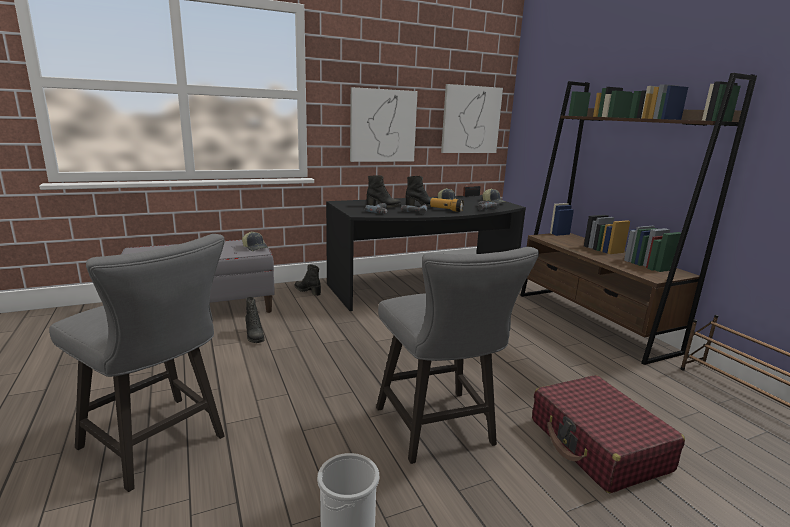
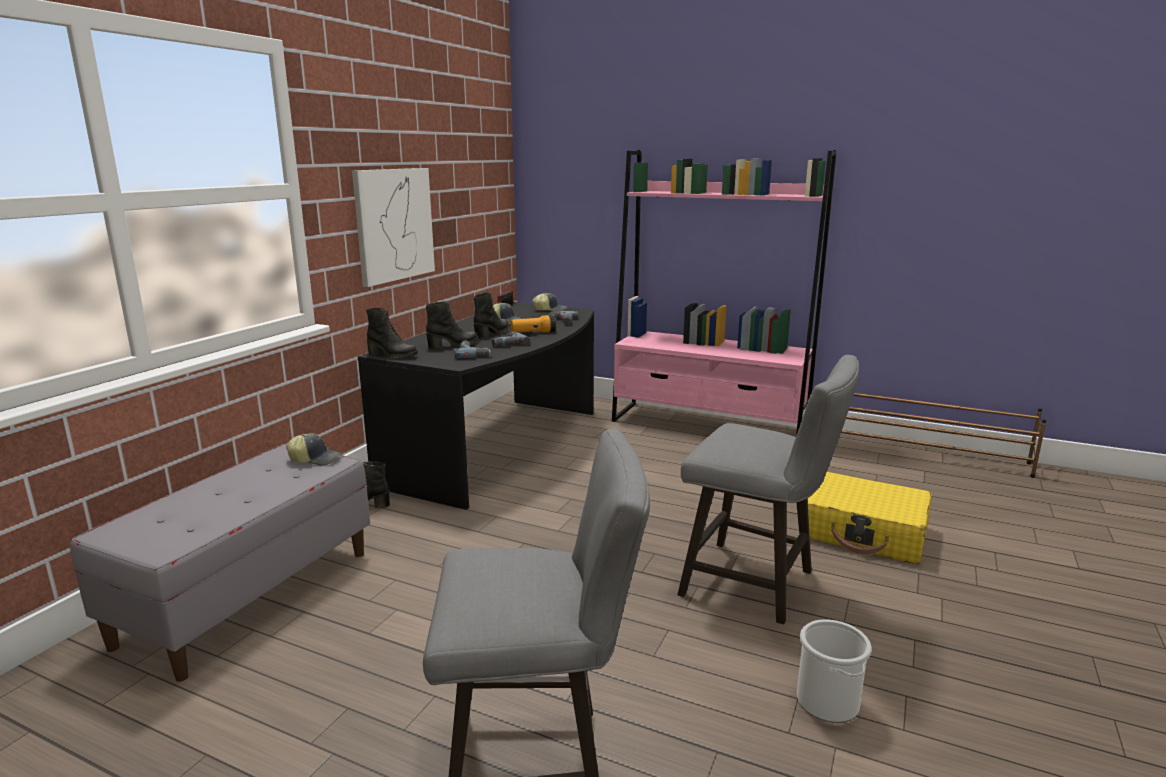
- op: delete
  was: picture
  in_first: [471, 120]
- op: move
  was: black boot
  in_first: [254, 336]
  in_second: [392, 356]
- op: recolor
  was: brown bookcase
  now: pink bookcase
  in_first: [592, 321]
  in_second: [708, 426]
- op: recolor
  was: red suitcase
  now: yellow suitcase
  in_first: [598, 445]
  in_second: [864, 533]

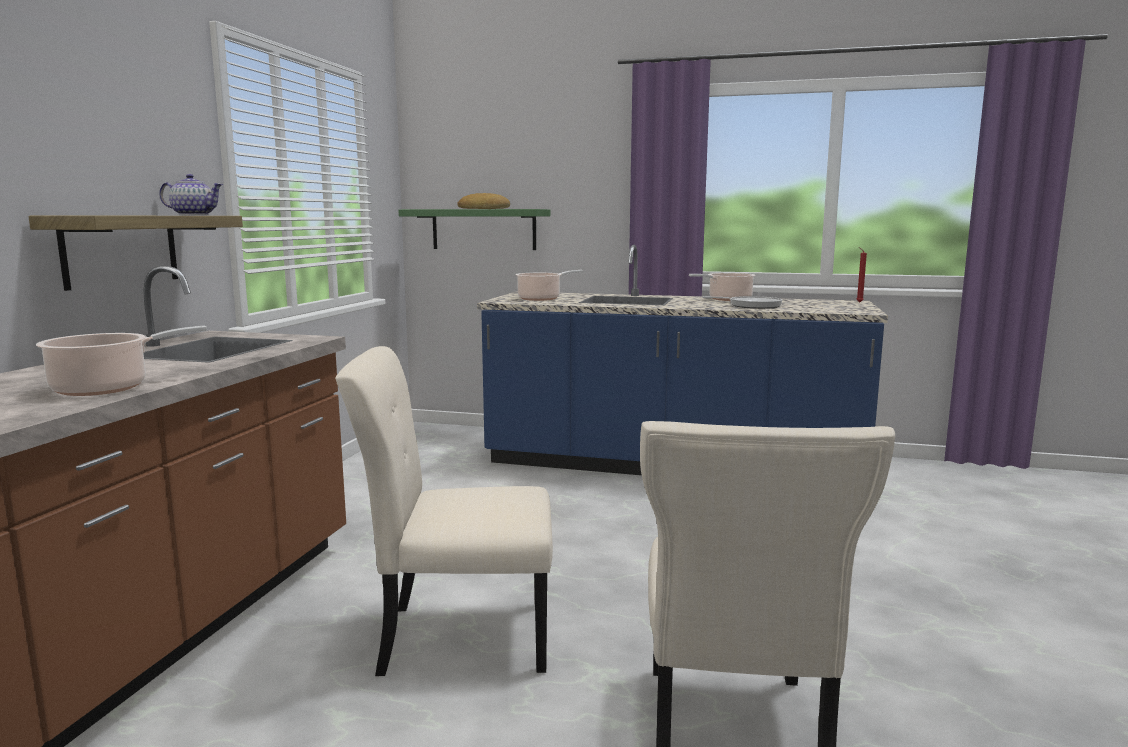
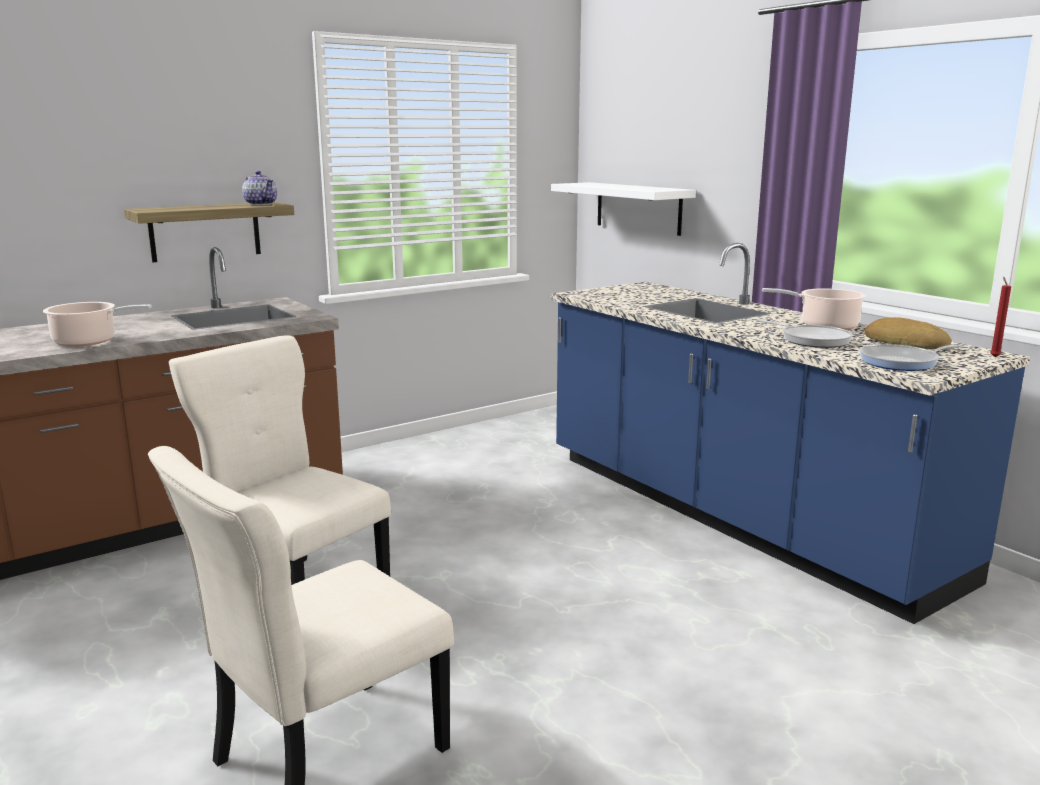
- op: delete
  was: cooking pot
  in_first: [541, 299]
- op: insert
  now: frying pan
  in_second: [902, 362]
- op: move
  was: bread
  in_first: [483, 209]
  in_second: [906, 343]
- op: recolor
  was: green shelf
  now: white shelf
  in_first: [483, 229]
  in_second: [638, 208]

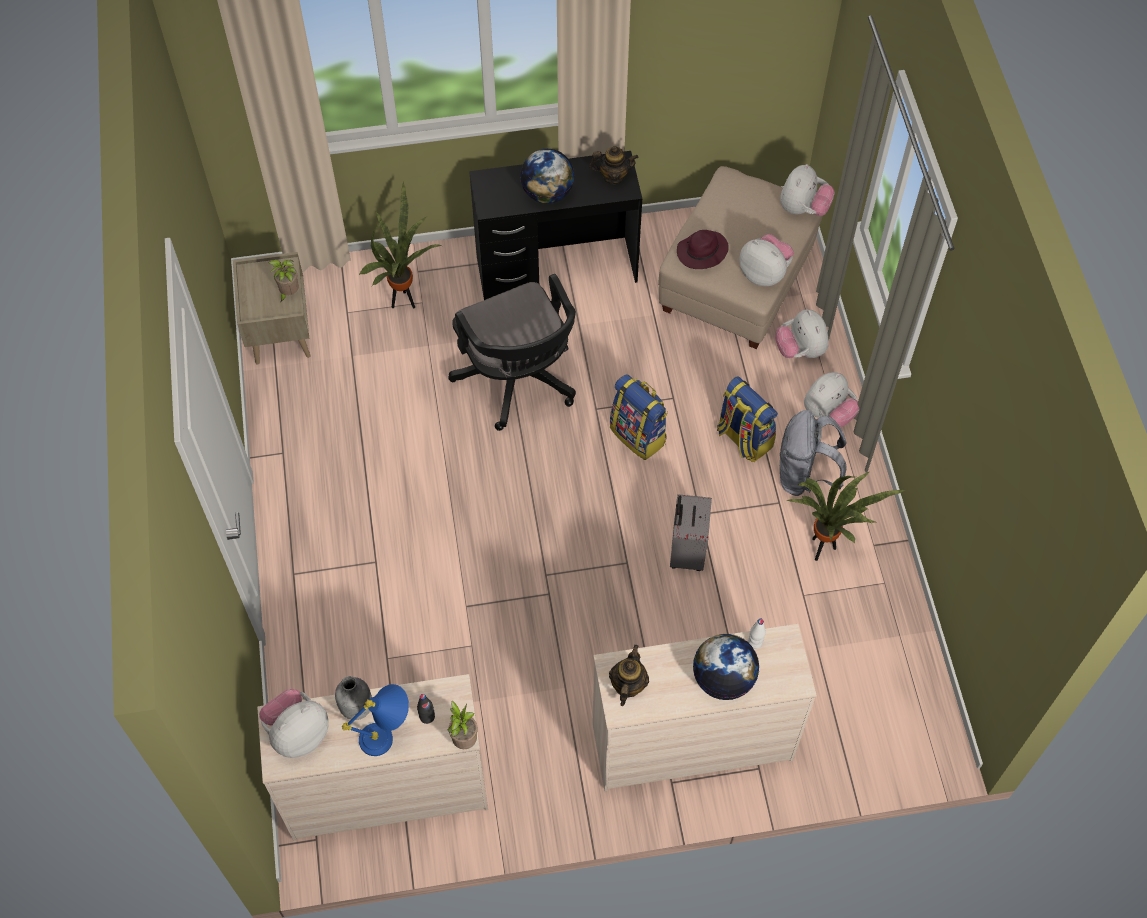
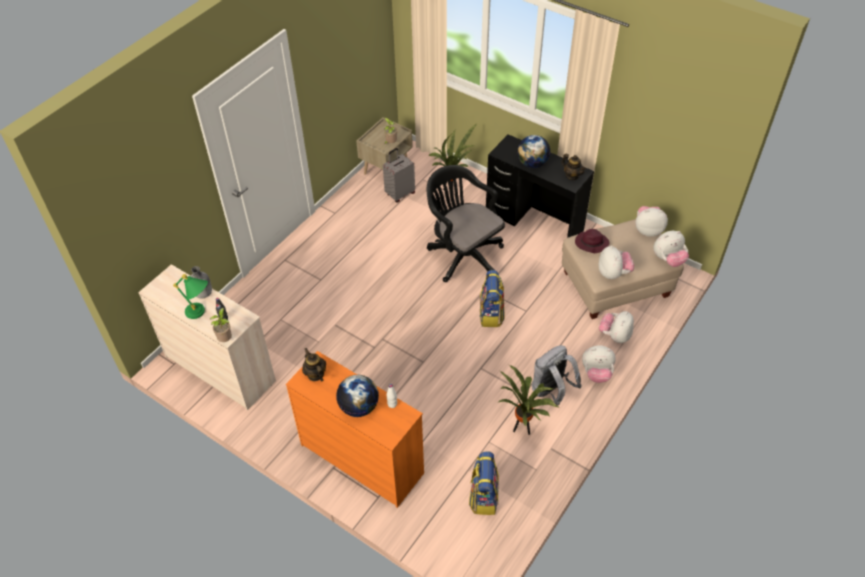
- op: move
  was: plush toy
  in_first: [298, 733]
  in_second: [648, 230]
- op: move
  was: grey suitcase
  in_first: [686, 551]
  in_second: [400, 193]
- op: move
  was: backpack
  in_first: [743, 438]
  in_second: [483, 496]
- op: recolor
  was: blue table lamp
  now: green table lamp
  in_first: [388, 736]
  in_second: [201, 313]
- op: recolor
  was: beige dresser
  now: orange dresser
  in_first: [691, 741]
  in_second: [362, 458]
- op: rotate
  was: black office chair
  in_first: [519, 382]
  in_second: [463, 255]
  clockwise: 120
- op: rotate
  was: teapot
  in_first: [627, 685]
  in_second: [315, 374]
  clockwise: -90

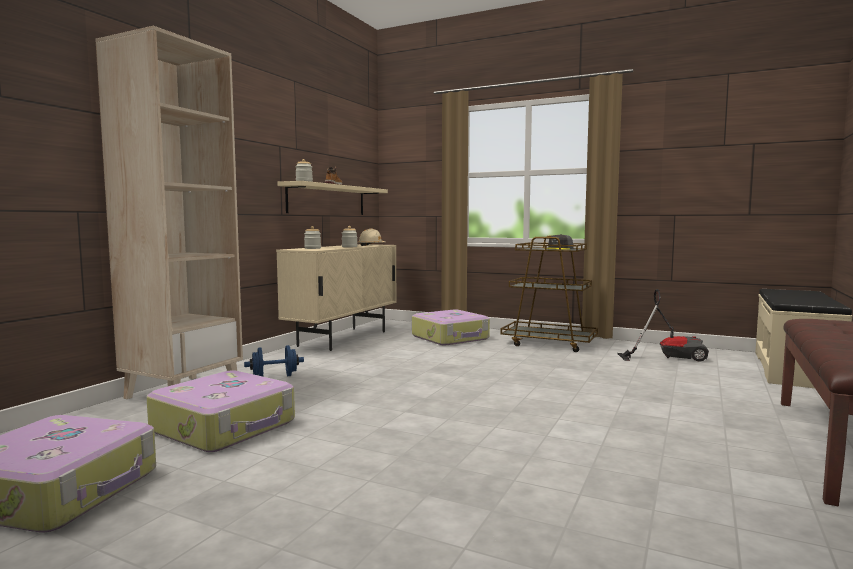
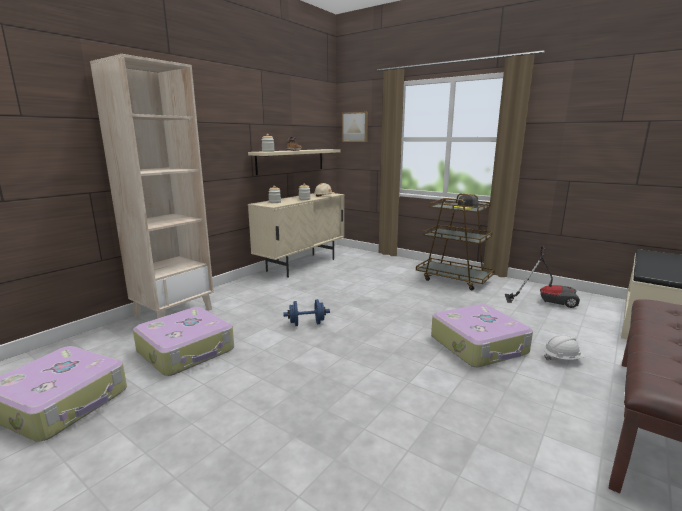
- op: insert
  now: picture
  in_second: [355, 127]
- op: insert
  now: white hard hat
  in_second: [562, 359]
- op: move
  was: blue dumbbell
  in_first: [274, 377]
  in_second: [307, 324]
- op: move
  was: suitcase
  in_first: [451, 337]
  in_second: [479, 345]

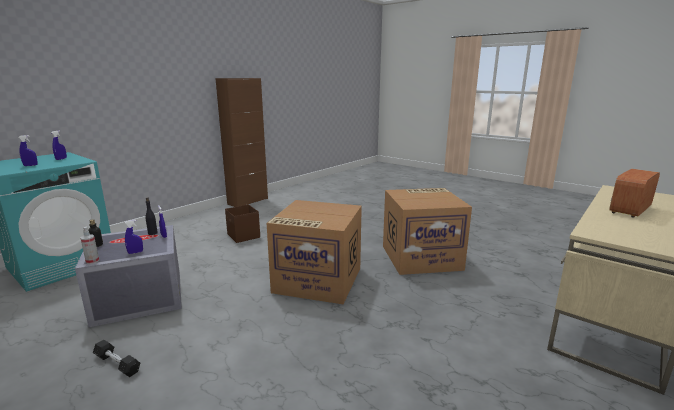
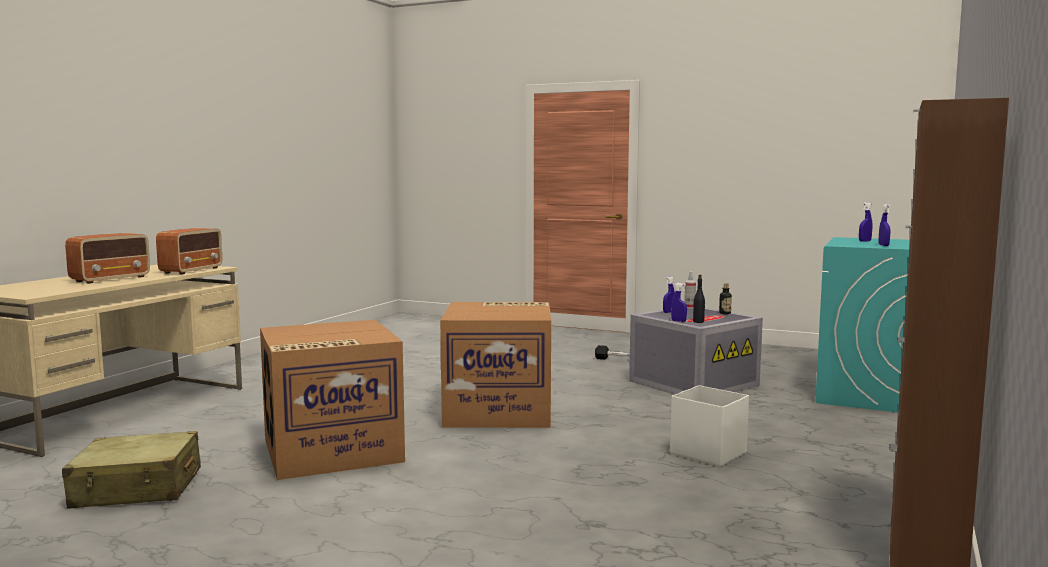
- op: insert
  now: beige suitcase
  in_second: [137, 489]
- op: insert
  now: radio
  in_second: [192, 270]
- op: recolor
  was: brown storage box
  now: white storage box
  in_first: [243, 236]
  in_second: [707, 453]

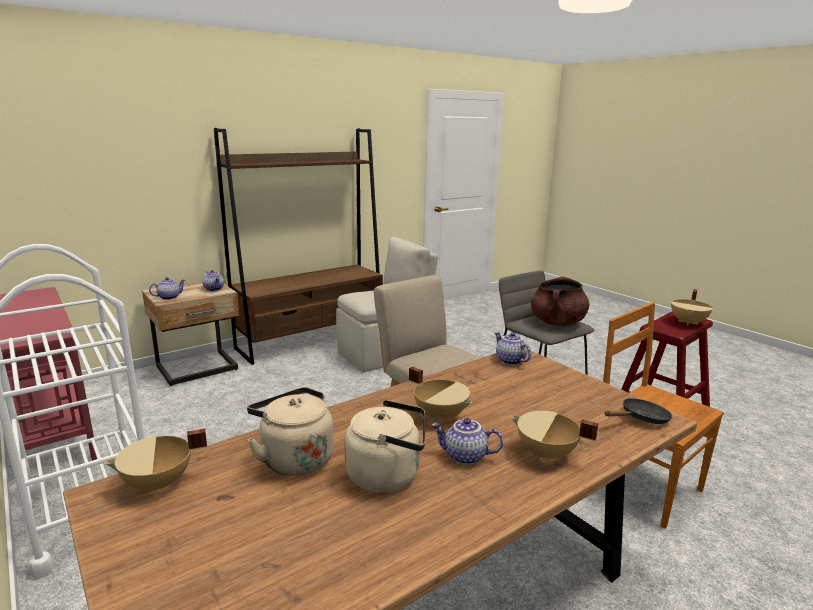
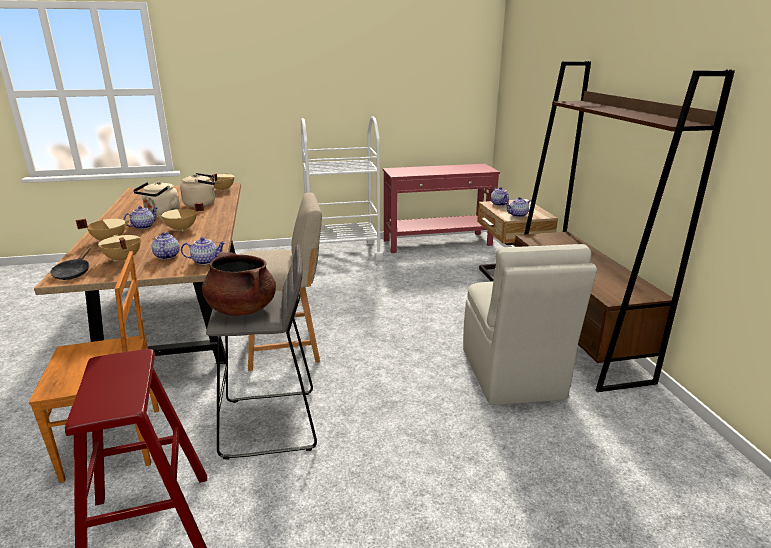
- op: insert
  now: teapot
  in_second: [166, 256]
- op: move
  was: beige cooking pot
  in_first: [689, 322]
  in_second: [122, 259]

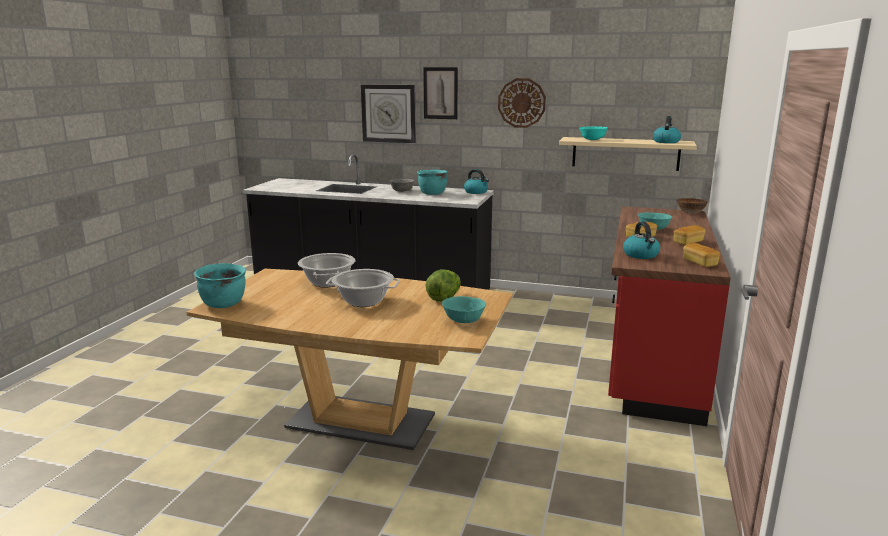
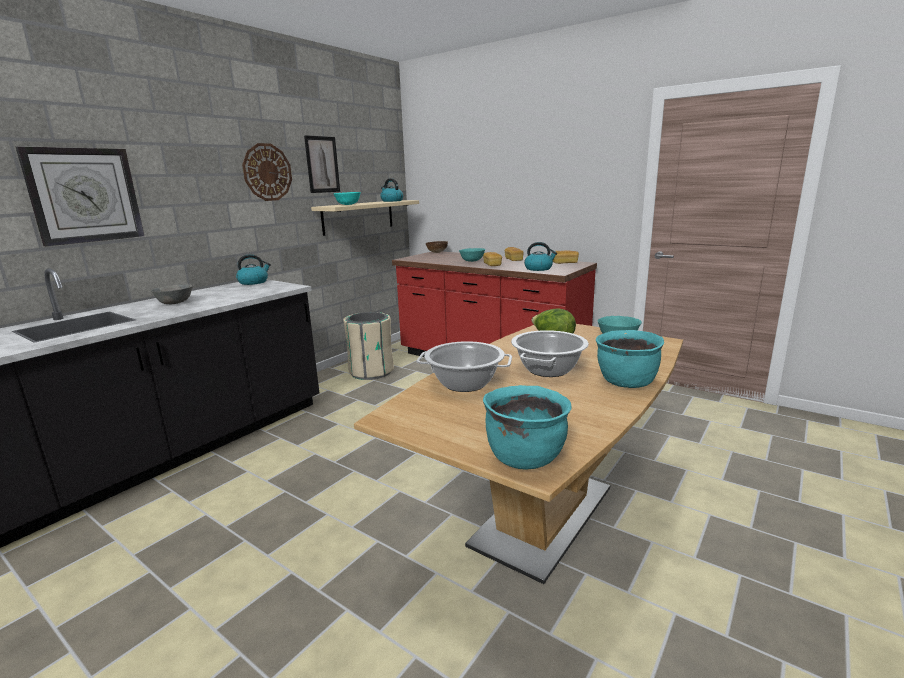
- op: insert
  now: beige trash can
  in_second: [371, 372]
- op: move
  was: turquoise cooking pot
  in_first: [432, 193]
  in_second: [626, 383]
- op: move
  was: picture
  in_first: [440, 93]
  in_second: [322, 164]

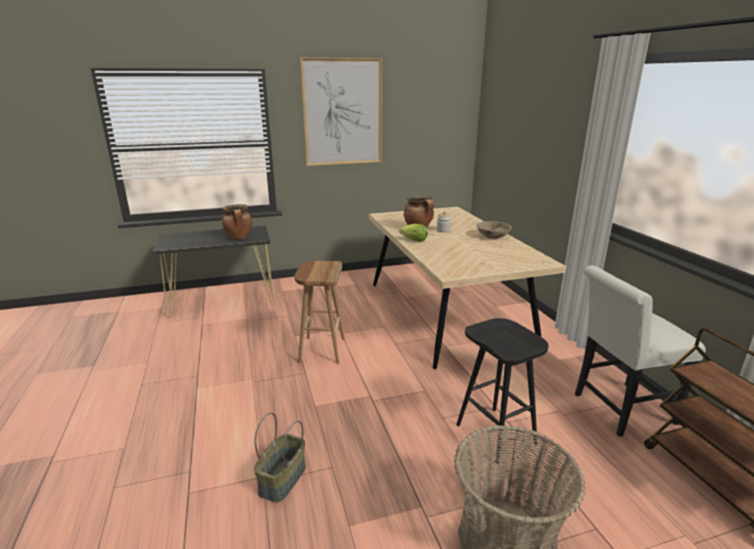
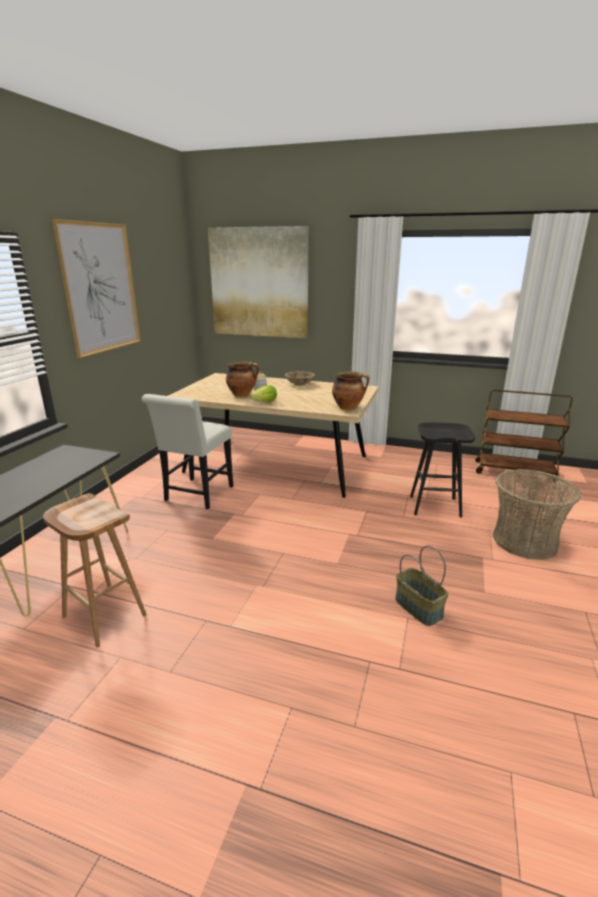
- op: insert
  now: picture
  in_second: [259, 283]
- op: move
  was: cooking pot
  in_first: [239, 237]
  in_second: [348, 407]
- op: move
  was: brown stool
  in_first: [321, 349]
  in_second: [103, 616]
- op: move
  was: white chair
  in_first: [618, 409]
  in_second: [196, 495]

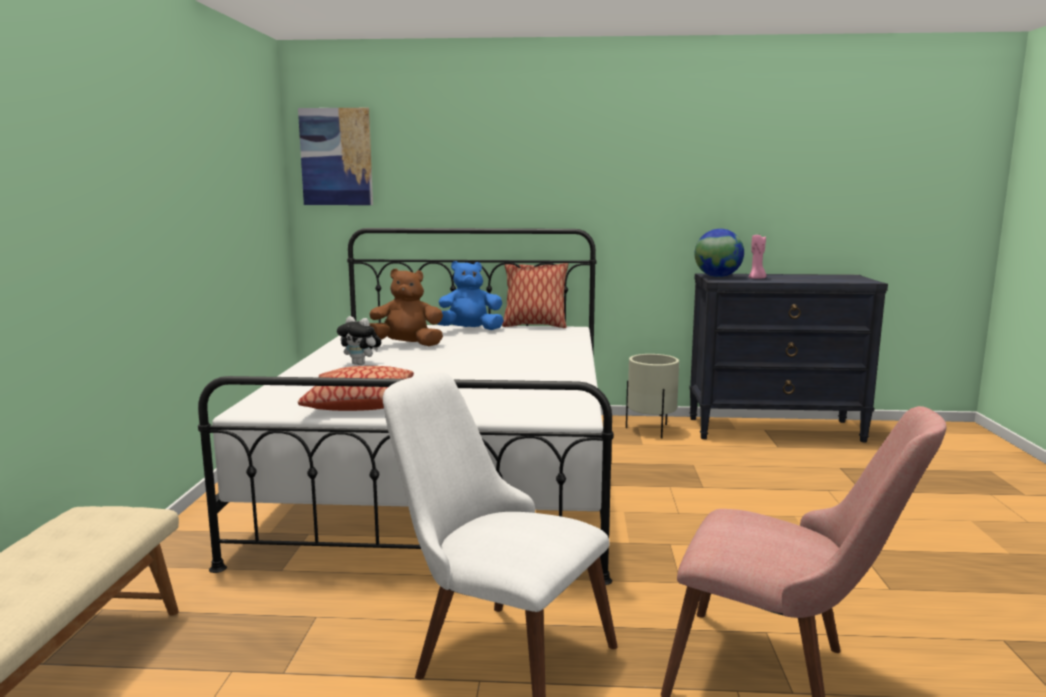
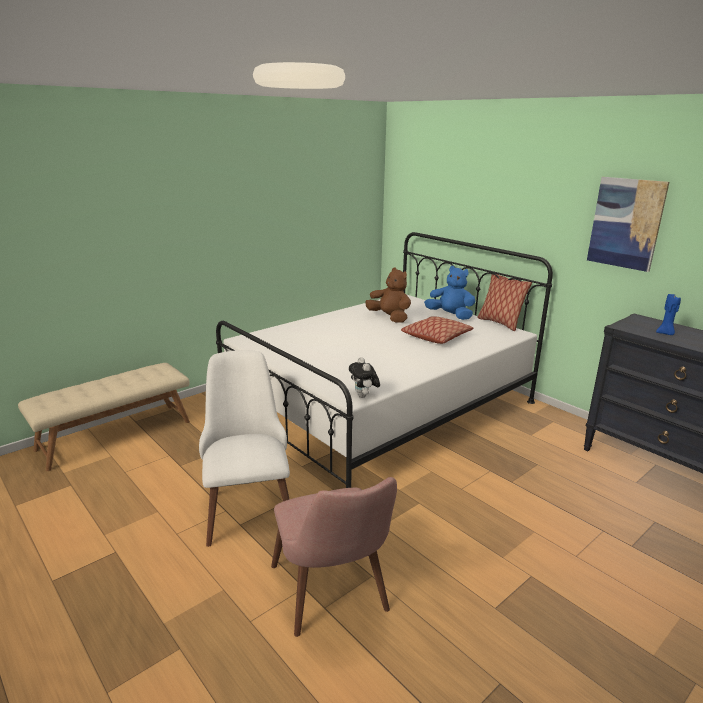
- op: delete
  was: beige planter
  in_first: [651, 430]
- op: delete
  was: globe
  in_first: [717, 277]
- op: move
  was: picture
  in_first: [336, 157]
  in_second: [626, 223]
- op: move
  was: pillow
  in_first: [359, 403]
  in_second: [436, 337]
- op: move
  was: plush toy
  in_first: [361, 364]
  in_second: [364, 396]
- op: recolor
  was: pink candle
  now: blue candle
  in_first: [756, 278]
  in_second: [665, 333]

